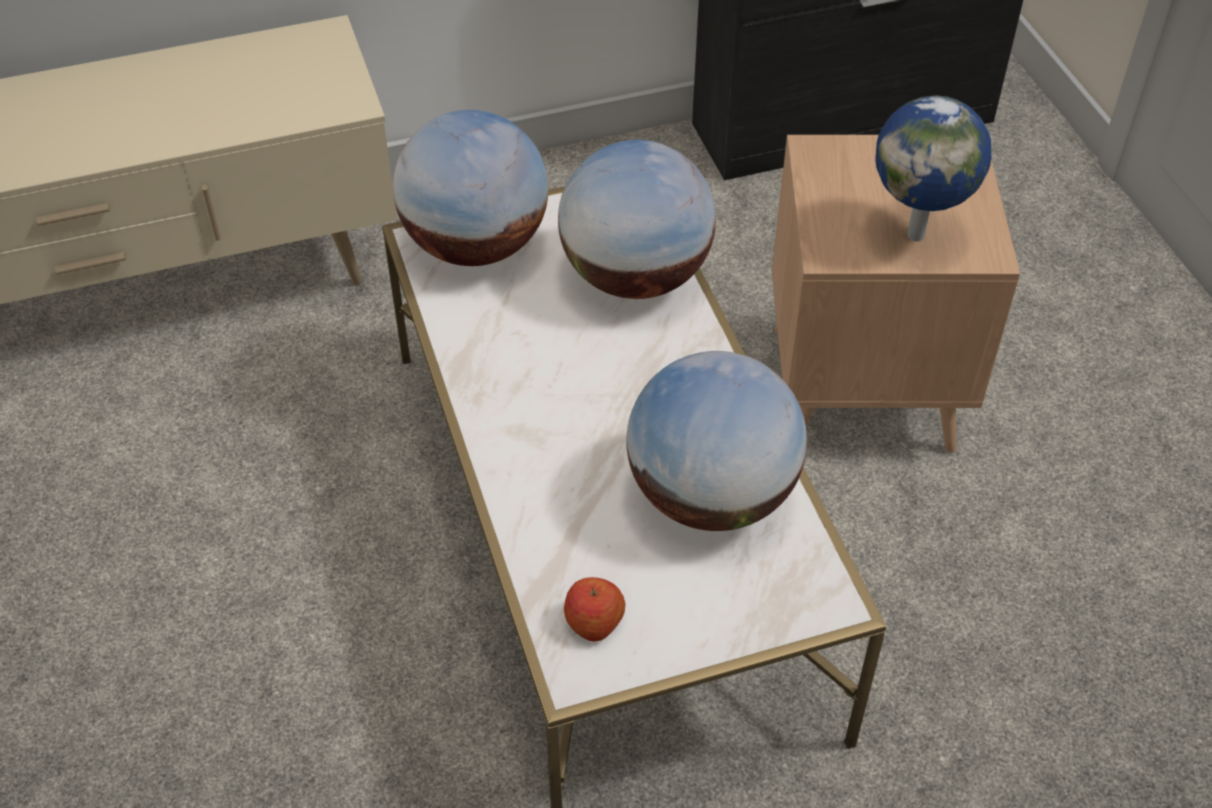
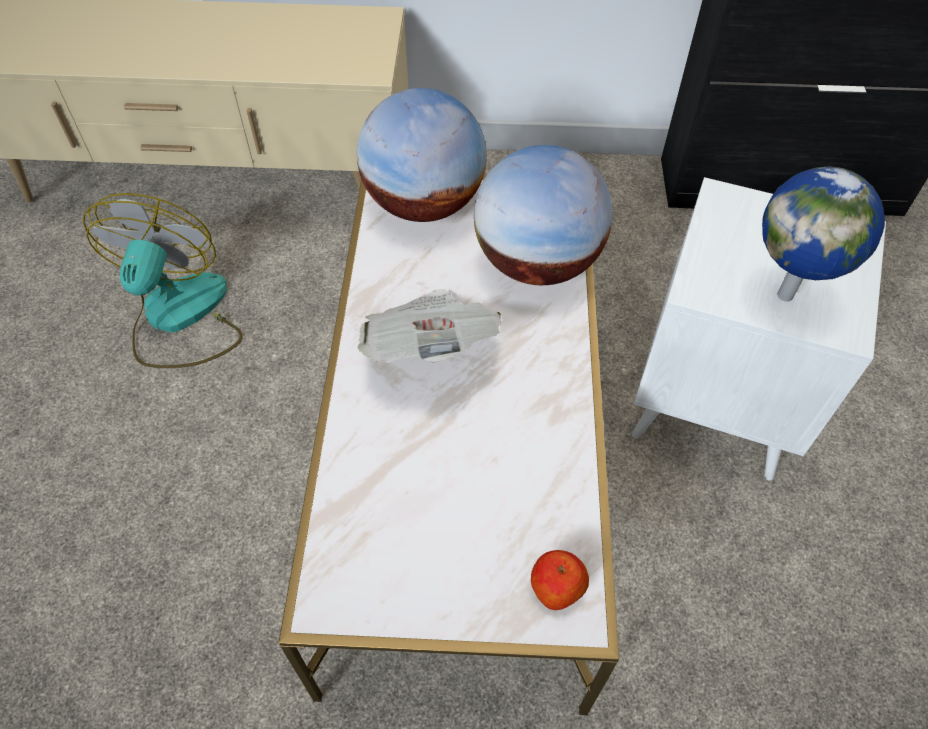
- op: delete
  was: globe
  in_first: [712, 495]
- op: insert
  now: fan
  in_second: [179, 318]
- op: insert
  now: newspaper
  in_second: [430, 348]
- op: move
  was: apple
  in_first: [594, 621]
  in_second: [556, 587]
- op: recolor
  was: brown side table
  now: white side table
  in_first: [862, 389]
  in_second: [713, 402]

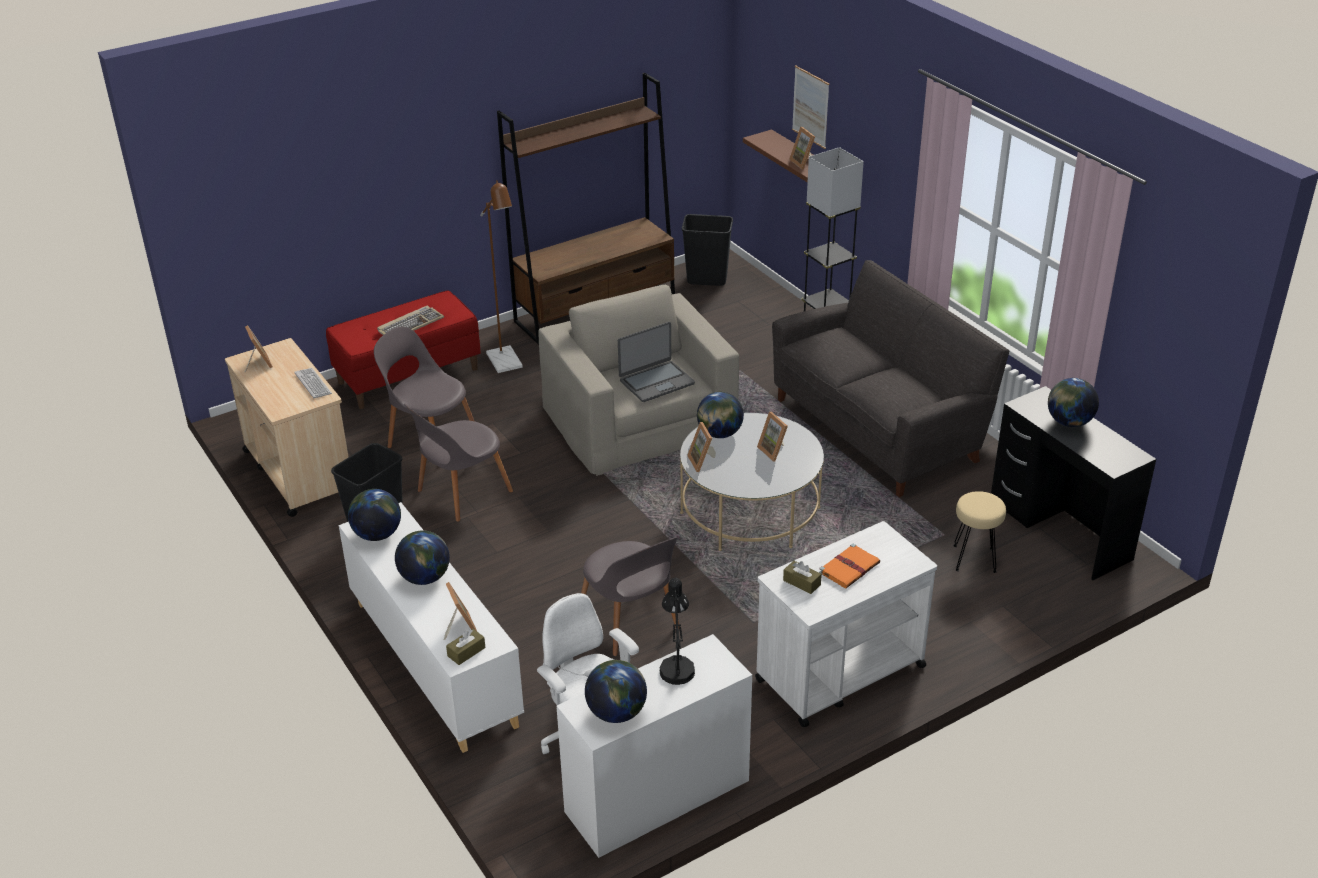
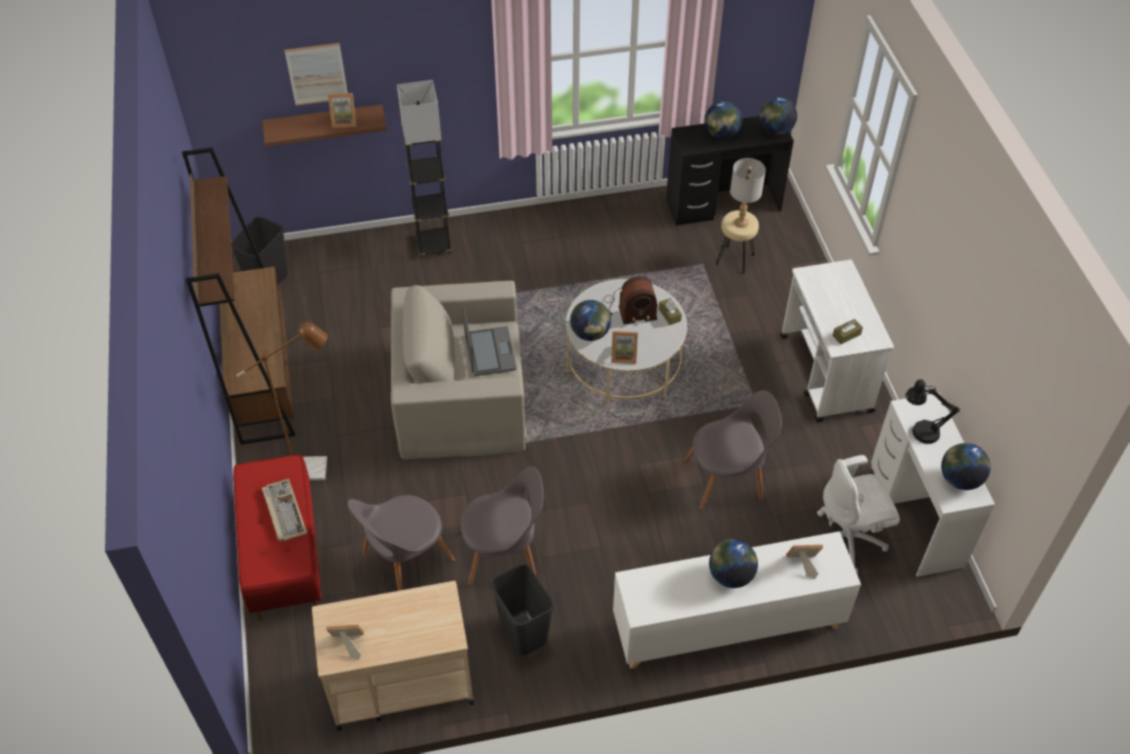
- op: delete
  was: keyboard
  in_first: [313, 384]
- op: delete
  was: grey sofa
  in_first: [878, 429]
- op: delete
  was: orange book
  in_first: [850, 568]
- op: insert
  now: grey table lamp
  in_second: [741, 222]
- op: move
  was: globe
  in_first: [377, 534]
  in_second: [775, 130]
- op: move
  was: brown tissue box
  in_first: [466, 652]
  in_second: [669, 315]
- op: replace
  was: picture frame
  now: radio
  in_first: [774, 451]
  in_second: [629, 308]
- op: rotate
  was: grey chair
  in_first: [461, 493]
  in_second: [504, 553]
  clockwise: -75

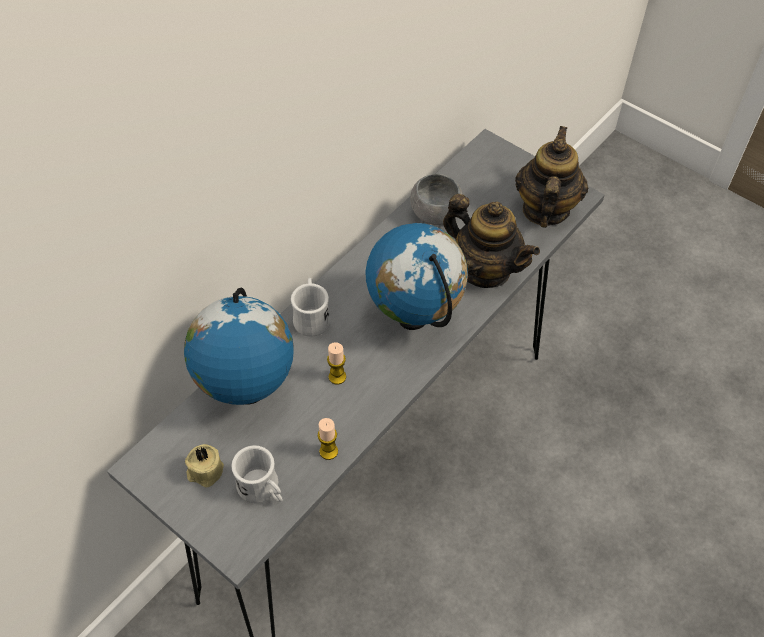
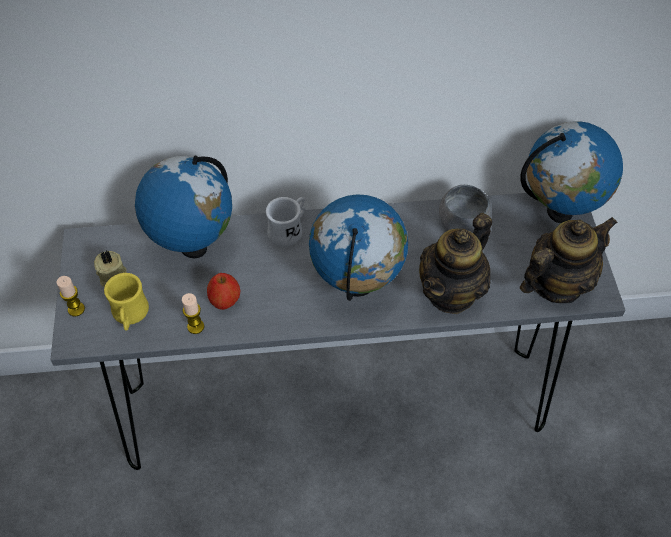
- op: insert
  now: apple
  in_second: [225, 302]
- op: insert
  now: globe
  in_second: [559, 212]
- op: move
  was: candle
  in_first: [337, 377]
  in_second: [76, 309]
- op: recolor
  was: white mug
  now: yellow mug
  in_first: [263, 489]
  in_second: [130, 316]
- op: rotate
  was: teapot
  in_first: [485, 270]
  in_second: [451, 292]
  clockwise: 45

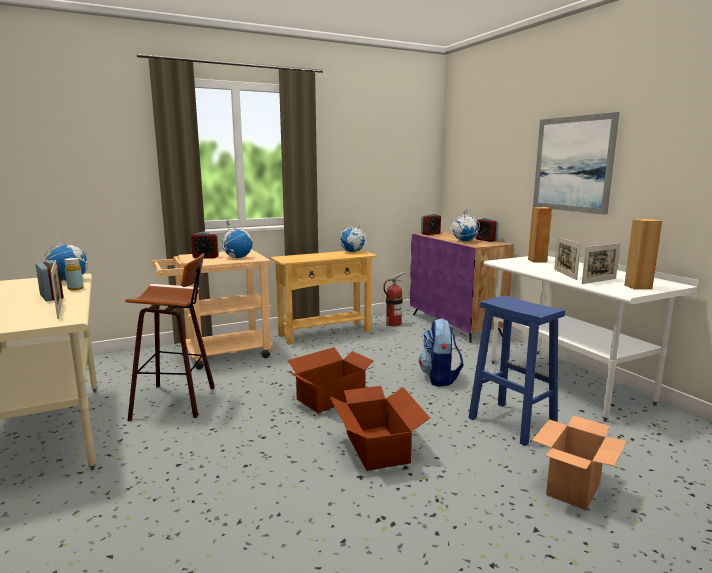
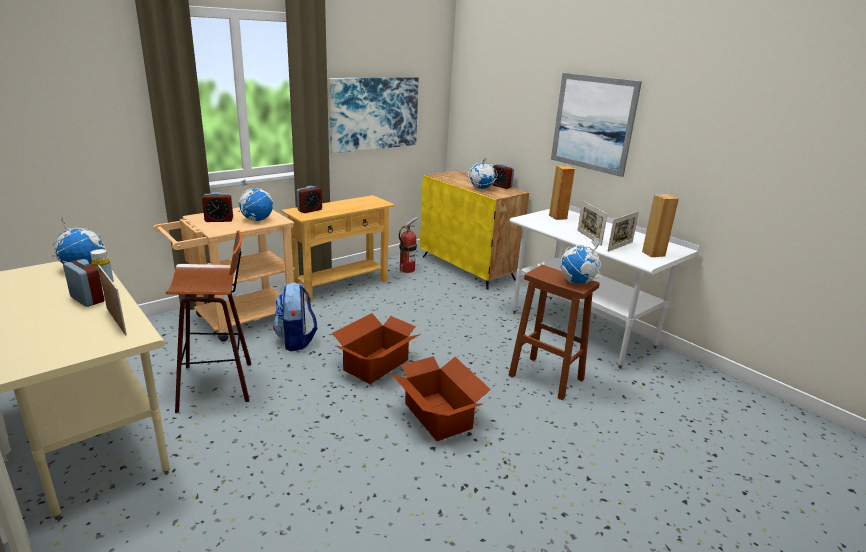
- op: delete
  was: cardboard box
  in_first: [573, 489]
- op: insert
  now: picture
  in_second: [374, 113]
- op: move
  was: globe
  in_first: [352, 252]
  in_second: [577, 282]
- op: move
  was: backpack
  in_first: [440, 378]
  in_second: [296, 340]
- op: move
  was: alarm clock
  in_first: [430, 234]
  in_second: [310, 210]
- op: recolor
  was: purple cabinet
  now: yellow cabinet
  in_first: [455, 325]
  in_second: [468, 268]
- op: recolor
  was: blue stool
  now: brown stool
  in_first: [510, 422]
  in_second: [545, 377]

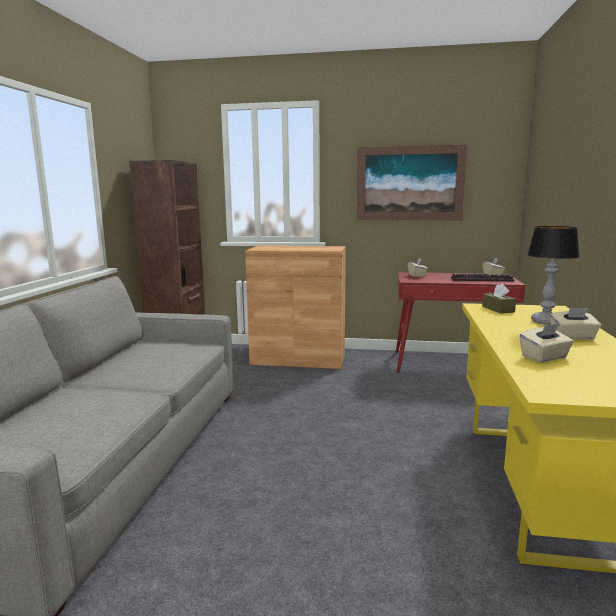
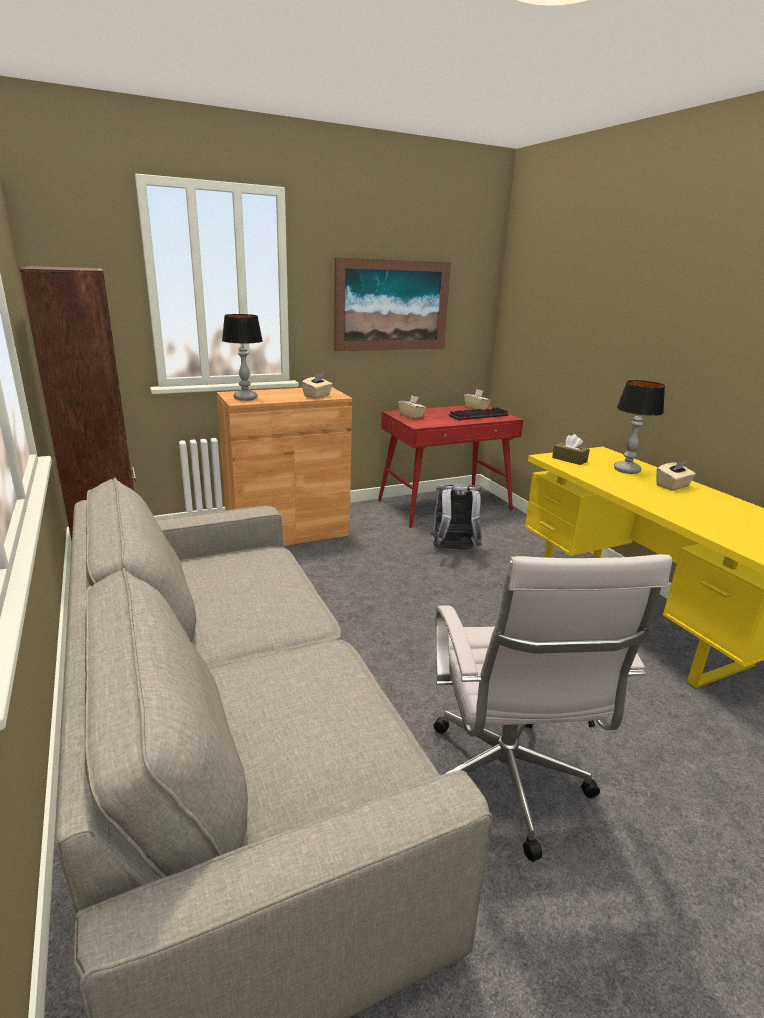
- op: insert
  now: table lamp
  in_second: [246, 398]
- op: insert
  now: grey backpack
  in_second: [453, 550]
- op: insert
  now: white office chair
  in_second: [505, 786]
- op: move
  was: beige tissue box
  in_first: [544, 357]
  in_second: [317, 396]

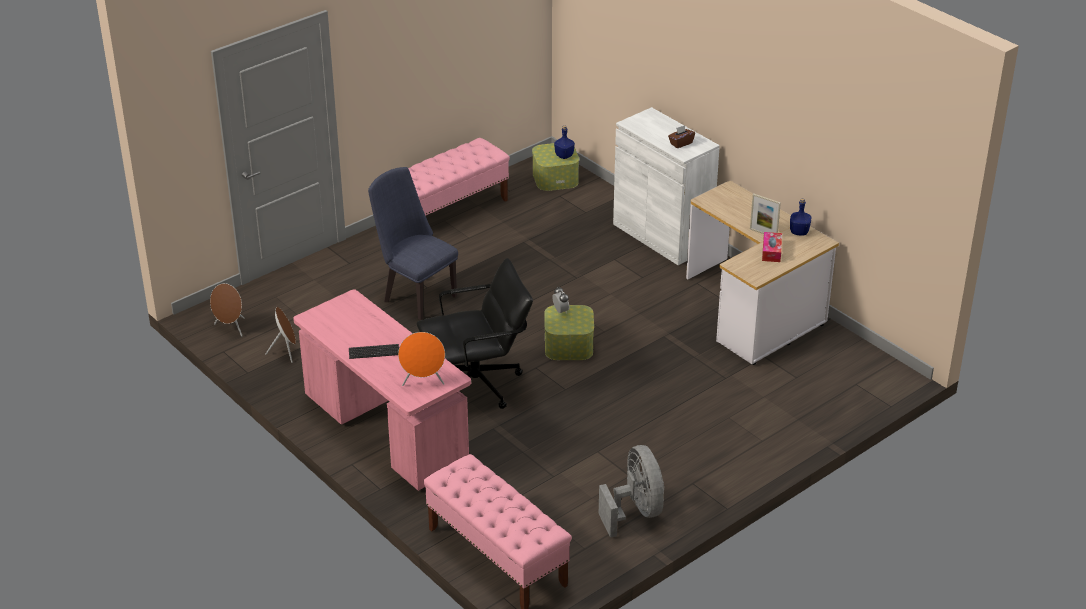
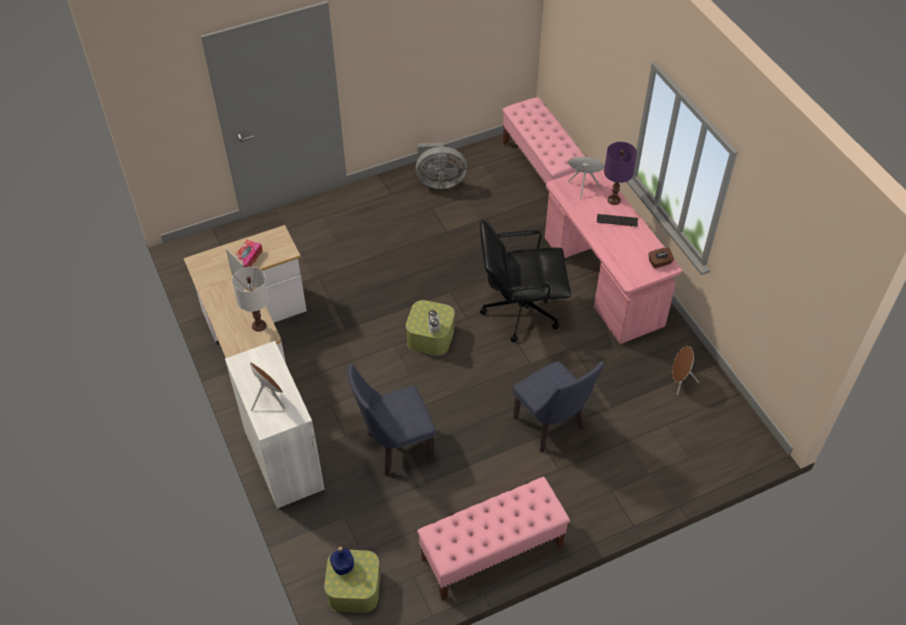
- op: delete
  was: blue bottle
  in_first: [799, 232]
- op: insert
  now: white table lamp
  in_second: [258, 325]
- op: insert
  now: blue chair
  in_second: [394, 449]
- op: insert
  now: purple table lamp
  in_second: [614, 200]
- op: move
  was: brown speaker
  in_first: [231, 328]
  in_second: [269, 398]
- op: move
  was: brown tissue box
  in_first: [681, 143]
  in_second: [659, 262]
- op: rotate
  was: grey fan
  in_first: [635, 512]
  in_second: [439, 181]
  clockwise: -90

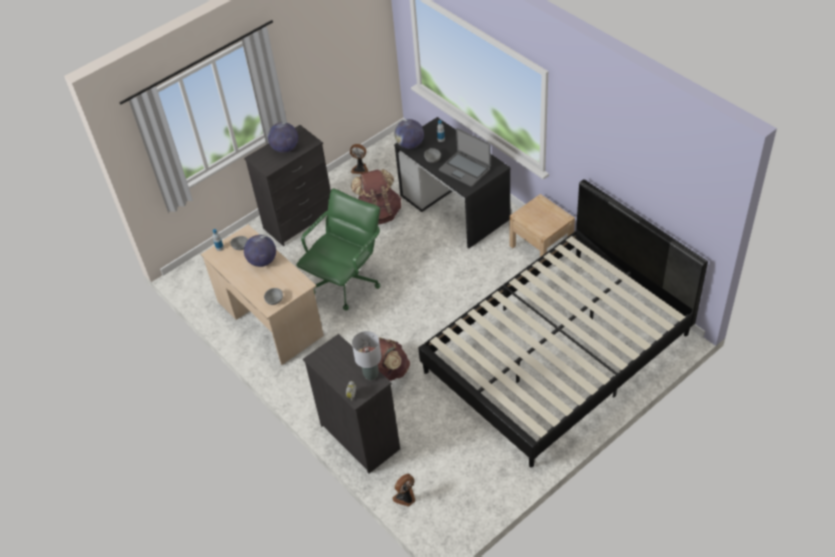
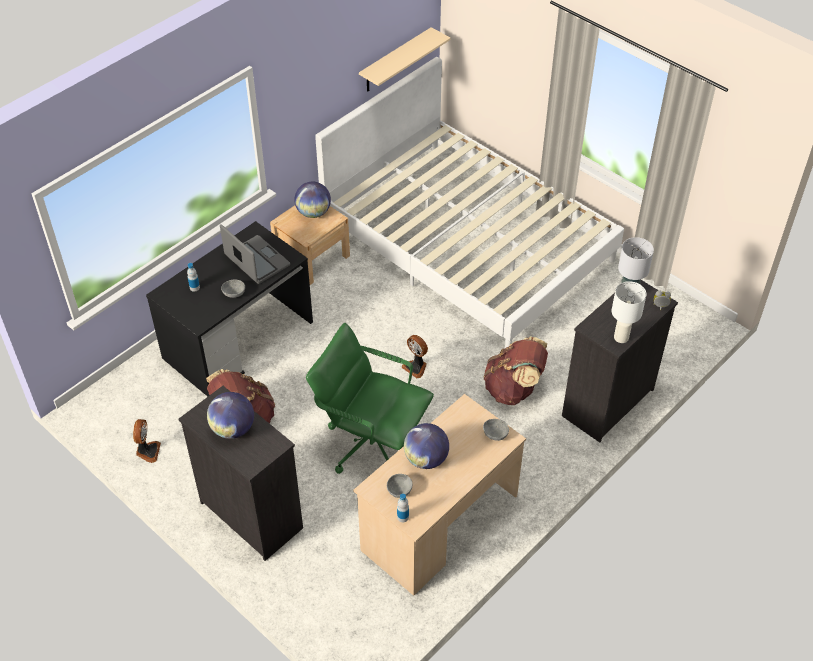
- op: insert
  now: beige shelf
  in_second: [395, 61]
- op: insert
  now: white table lamp
  in_second: [621, 338]
- op: move
  was: fan
  in_first: [405, 498]
  in_second: [416, 367]
- op: move
  was: globe
  in_first: [410, 145]
  in_second: [313, 213]
- op: recolor
  was: black bed
  now: white bed
  in_first: [558, 353]
  in_second: [468, 242]
- op: rotate
  was: laptop
  in_first: [465, 169]
  in_second: [256, 261]
  clockwise: -75

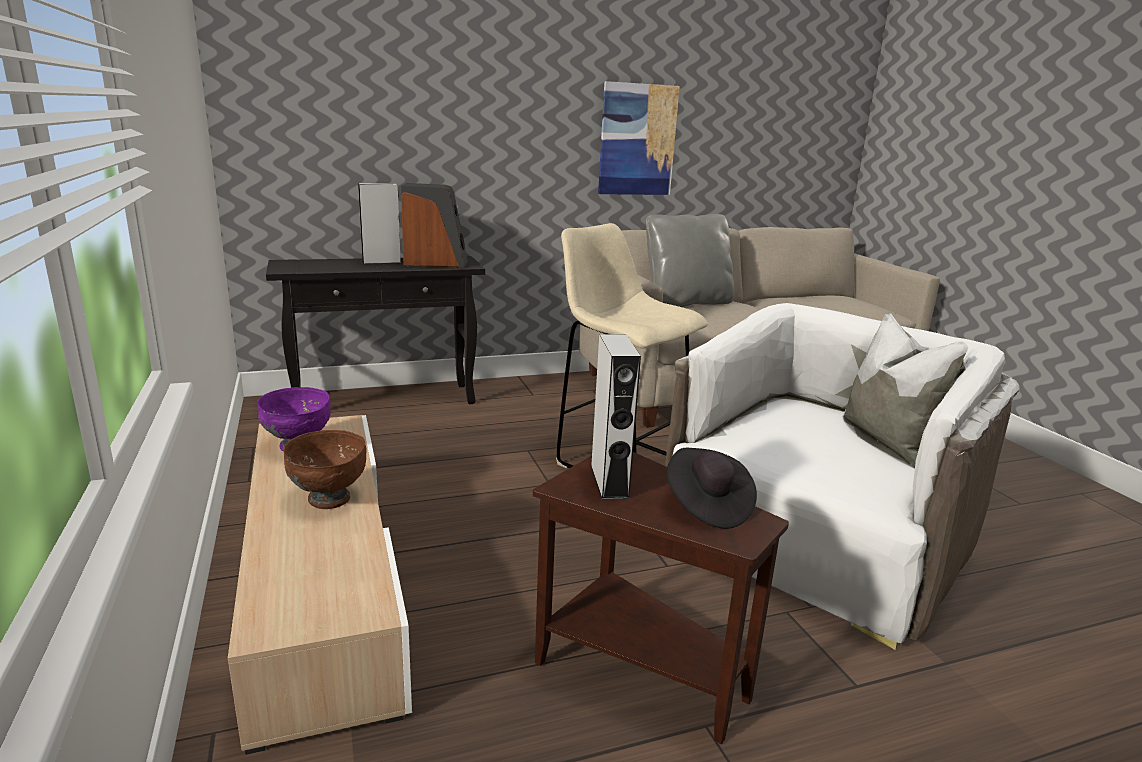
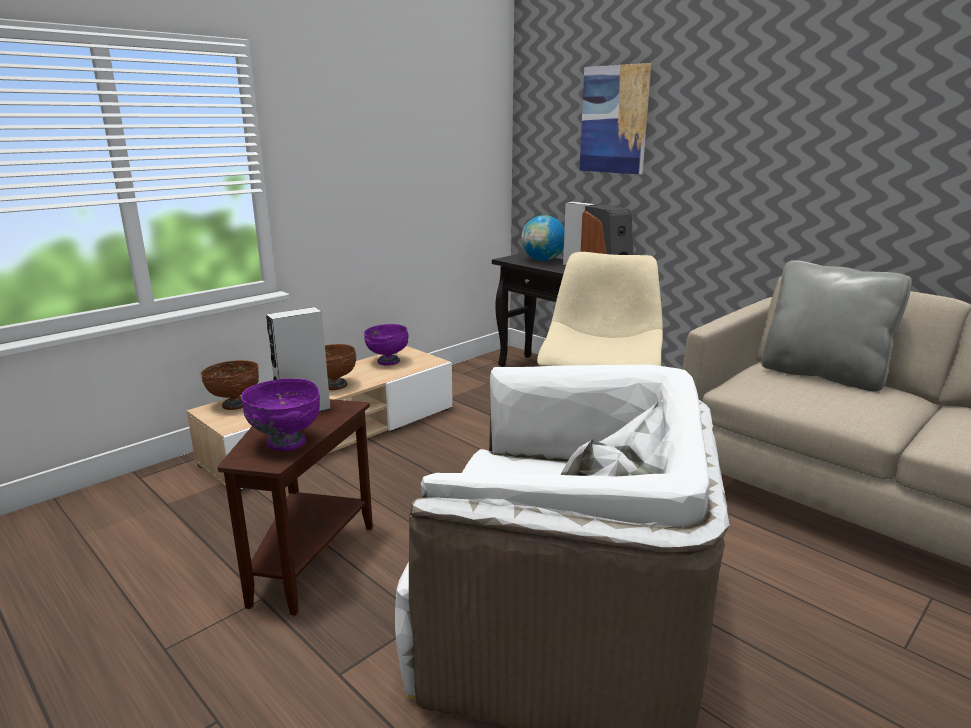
- op: insert
  now: brown bowl
  in_second: [235, 404]
- op: insert
  now: globe
  in_second: [543, 260]
- op: move
  was: picture
  in_first: [637, 140]
  in_second: [614, 120]
- op: replace
  was: black hat
  now: purple bowl
  in_first: [707, 506]
  in_second: [286, 443]

